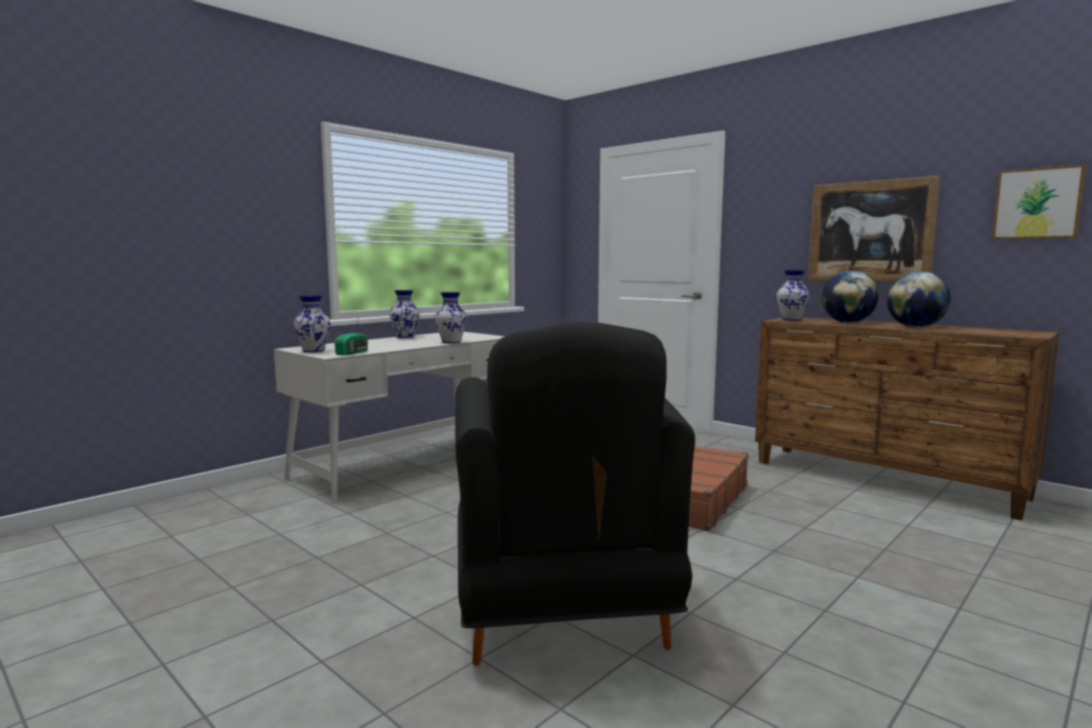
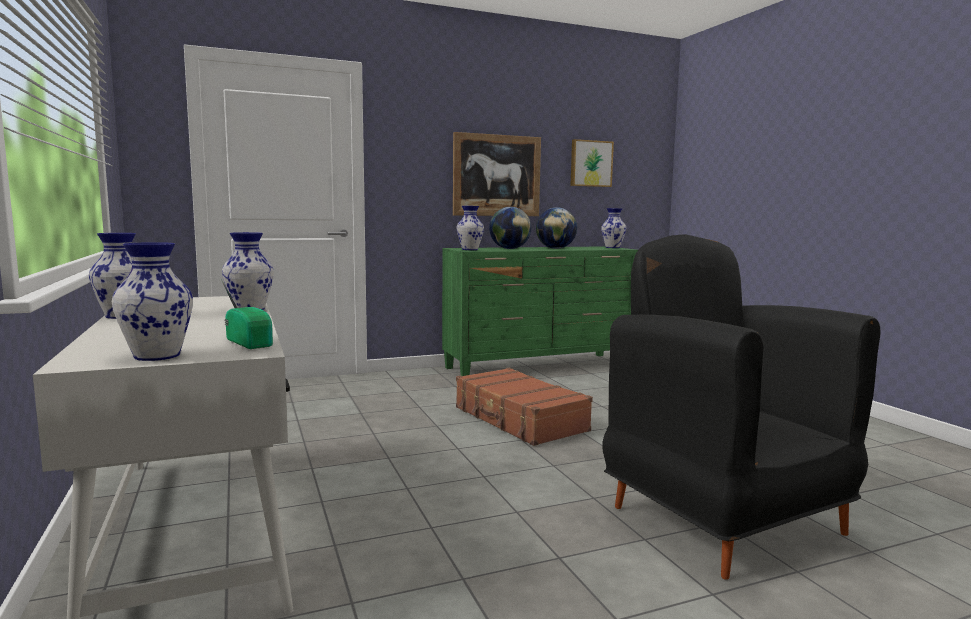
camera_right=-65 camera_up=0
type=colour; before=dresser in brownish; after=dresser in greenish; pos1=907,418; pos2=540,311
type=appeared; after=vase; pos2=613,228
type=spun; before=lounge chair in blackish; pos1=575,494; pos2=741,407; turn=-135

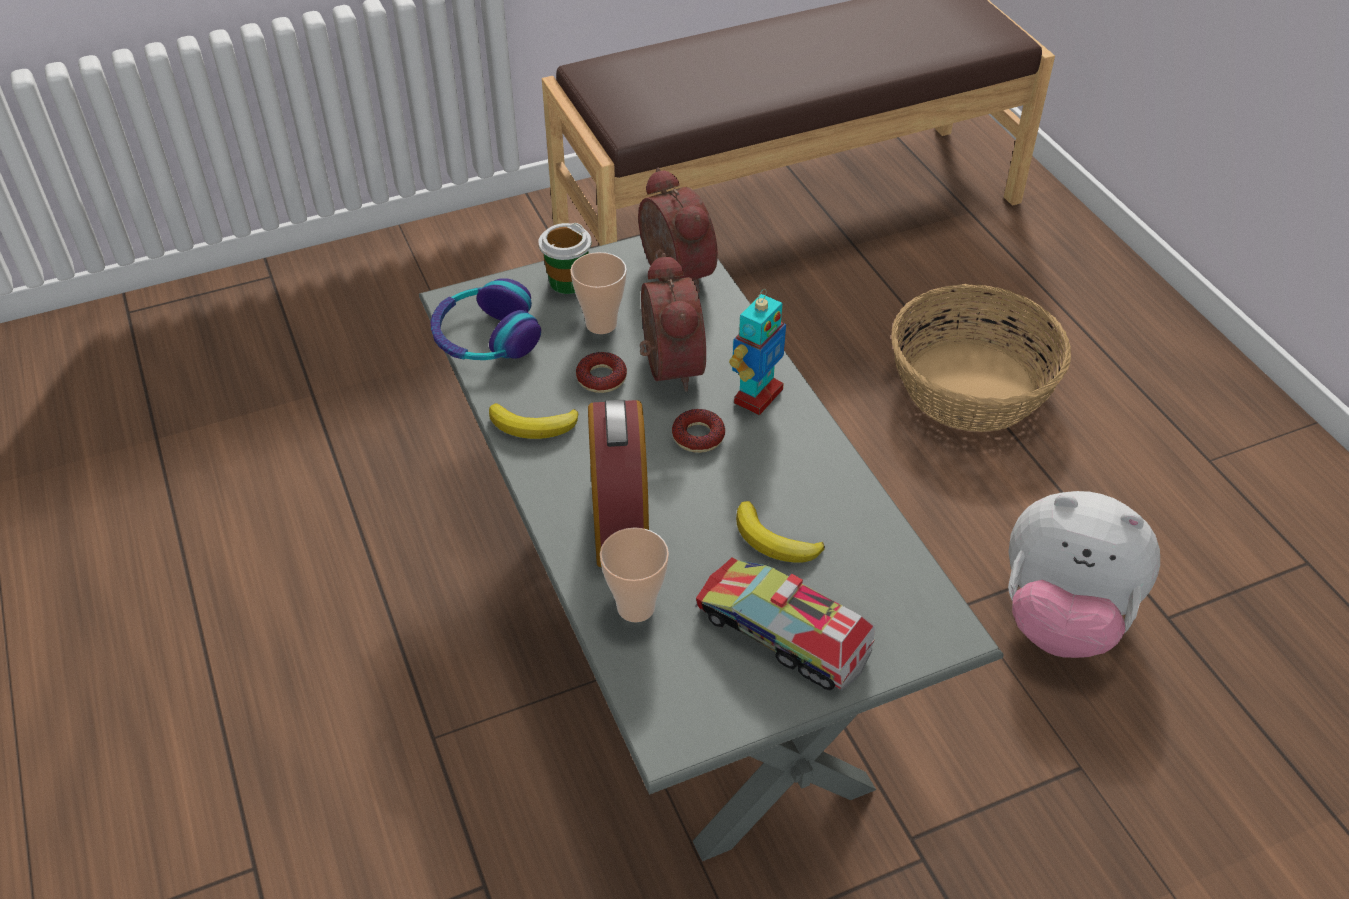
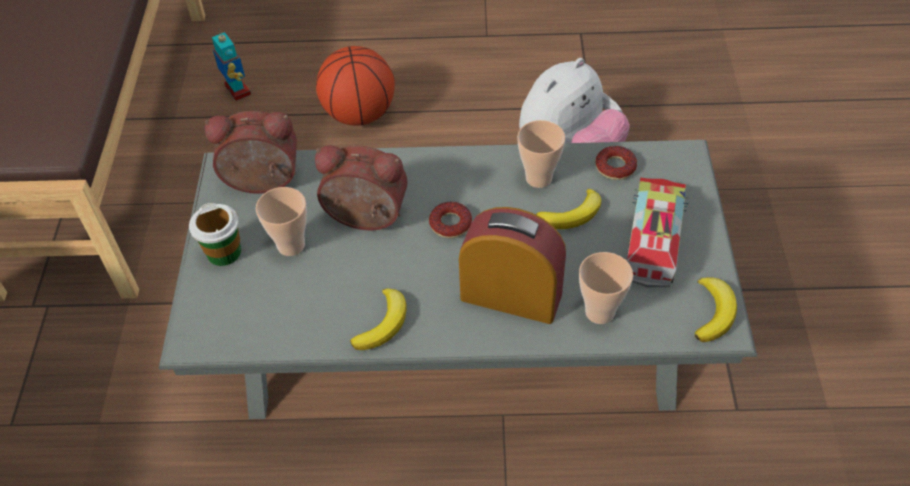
camera_right=-65 camera_up=5
type=relocated; before=toy robot; pos1=757,352; pos2=231,65
type=exchanged; before=household basket; after=basketball ball; pos1=981,358; pos2=355,86
type=appeared; after=small cup; pos2=541,154
type=relocated; before=doughnut; pos1=601,372; pos2=616,163
type=spun; before=toy truck; pos1=785,624; pos2=657,232; turn=135
type=appeared; after=whole banana; pos2=716,310
type=missing; before=headphones; pos1=485,319

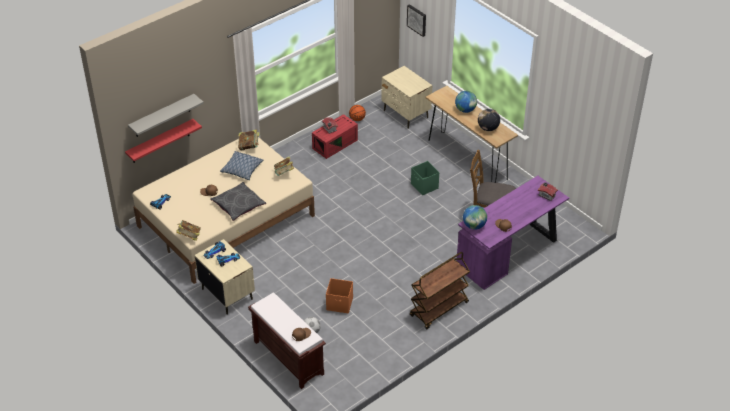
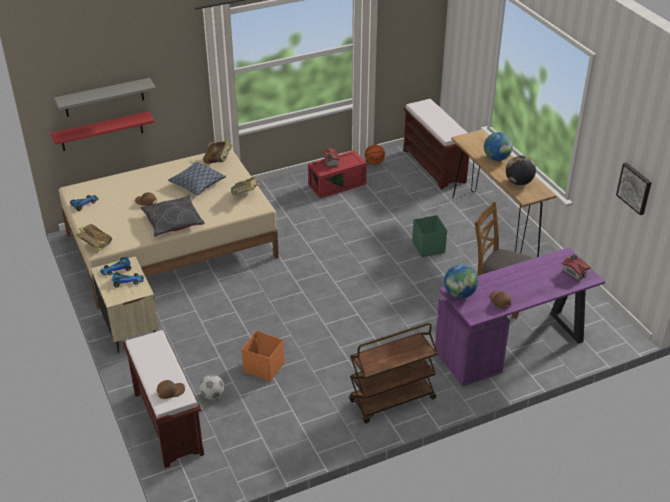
camera_right=15 camera_up=-5
type=exchanged; before=bedside table in beige; after=bench in brownish; pos1=406,97; pos2=436,144
type=relocated; before=wall art; pos1=416,20; pos2=634,189

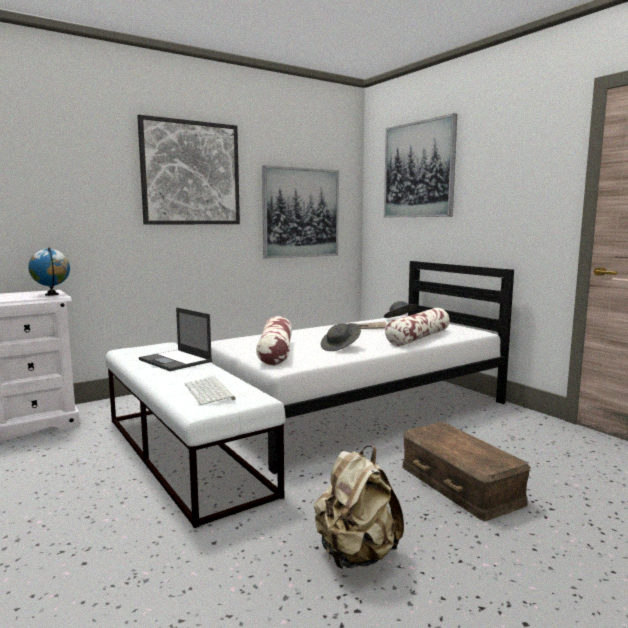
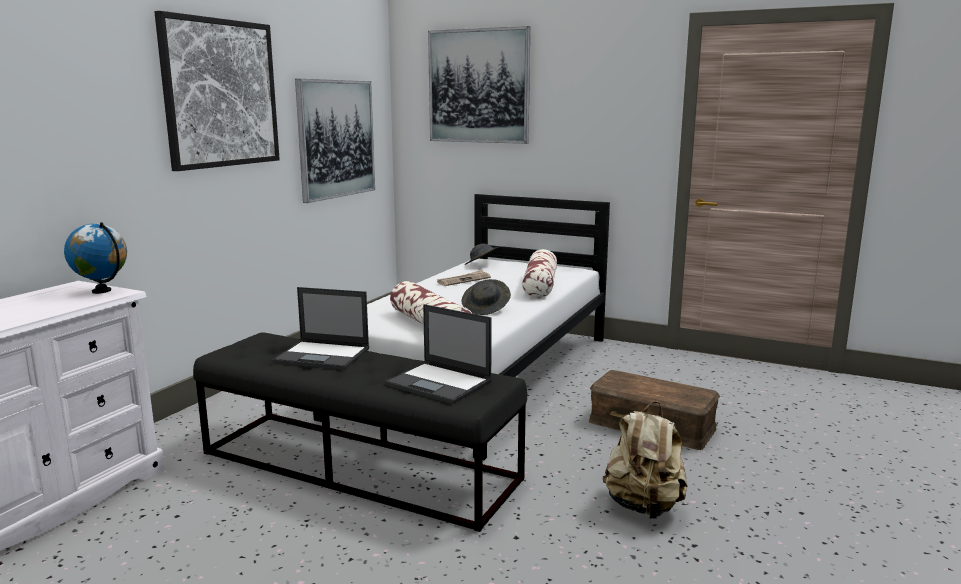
camera_right=-30 camera_up=5
type=colour; before=bench in white; after=bench in blackish; pos1=195,435; pos2=360,432
type=exchanged; before=PC keyboard; after=laptop; pos1=210,390; pos2=438,354

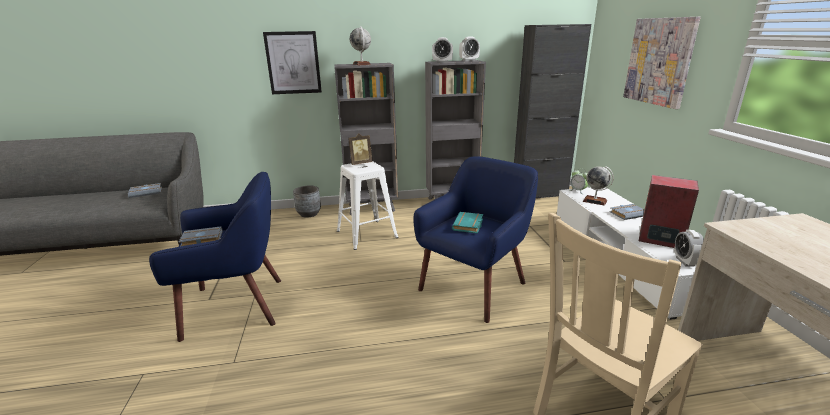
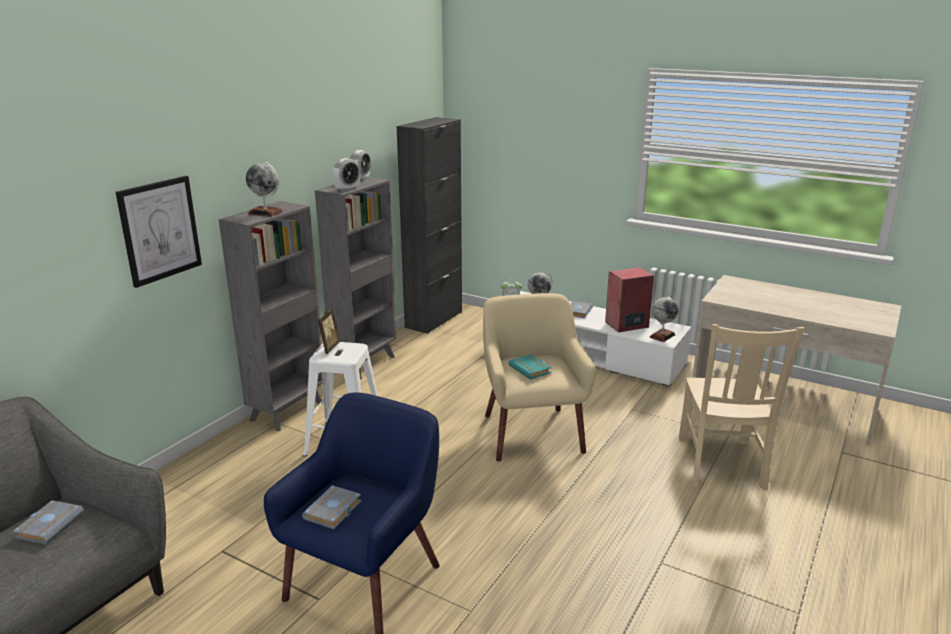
camera_right=-50 camera_up=0
type=colour; before=lounge chair in bluish; after=lounge chair in beige; pos1=475,239; pos2=539,377
type=exchanged; before=table clock; after=world globe; pos1=689,248; pos2=664,318
type=missing; before=plant pot in greyish; pos1=307,201
type=missing; before=wall art; pos1=662,63

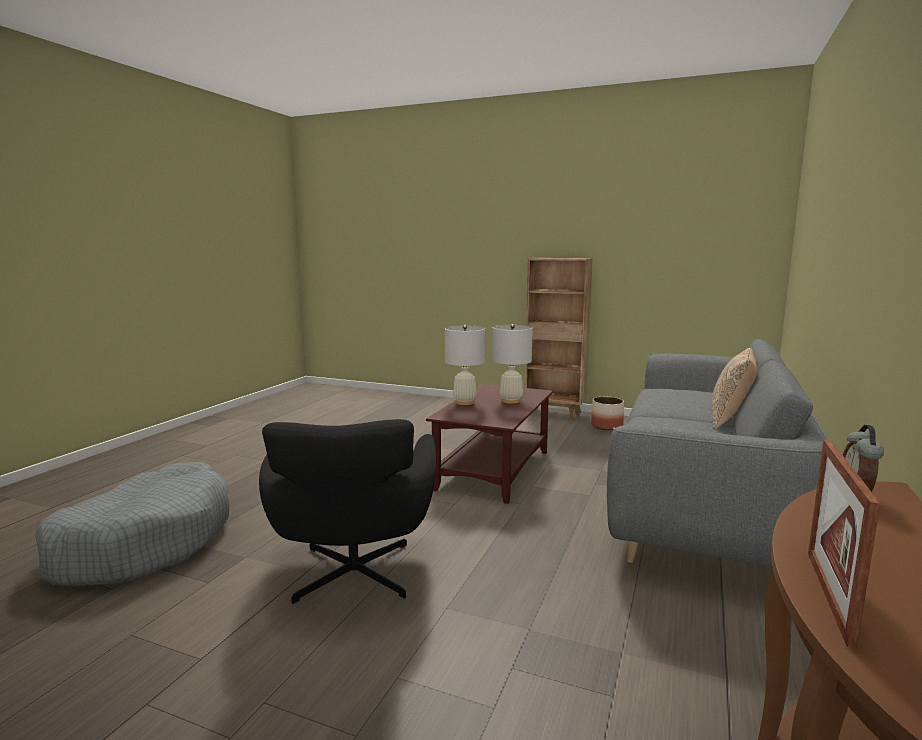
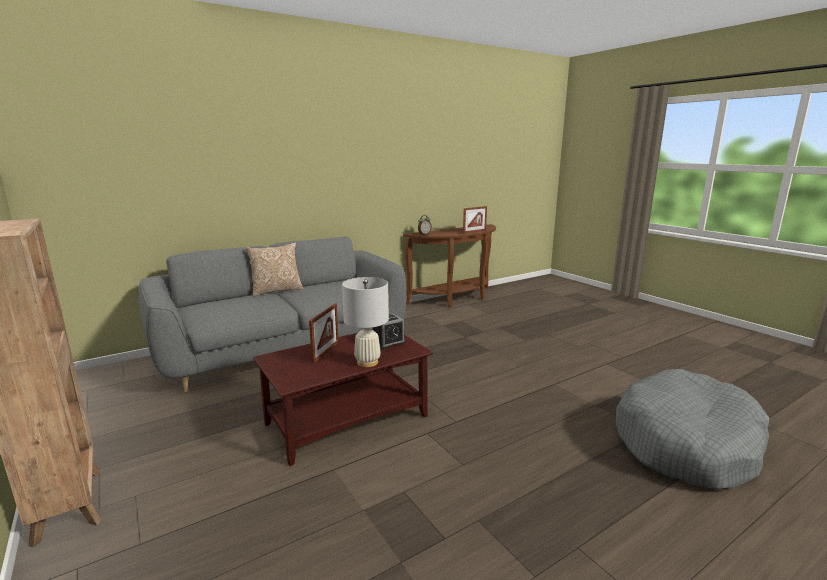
camera_right=-145 camera_up=5
type=exchanged; before=table lamp in white; after=photo frame; pos1=512,364; pos2=324,333
type=appeared; after=table clock; pos2=389,332
type=missing; before=lounge chair in blackish; pos1=347,511
type=missing; before=plant pot; pos1=607,413

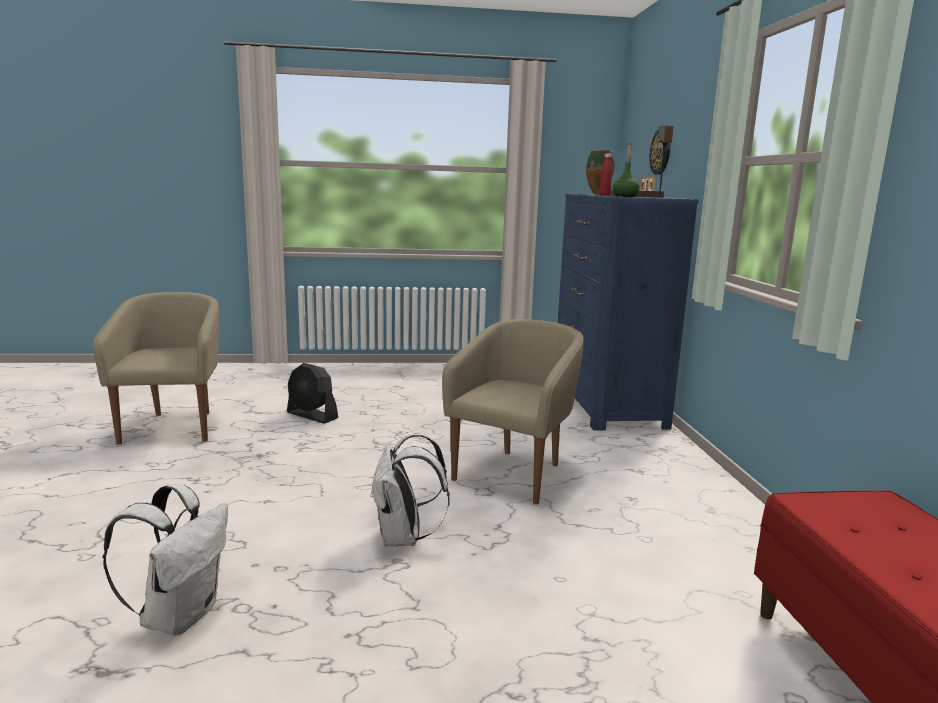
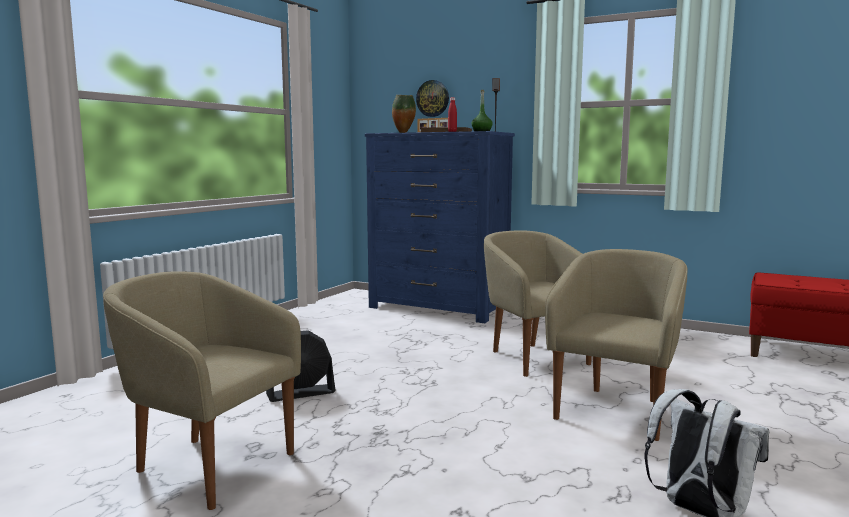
camera_right=-55 camera_up=-5
type=exchanged; before=rucksack in white; after=lounge chair in beige; pos1=410,490; pos2=616,345

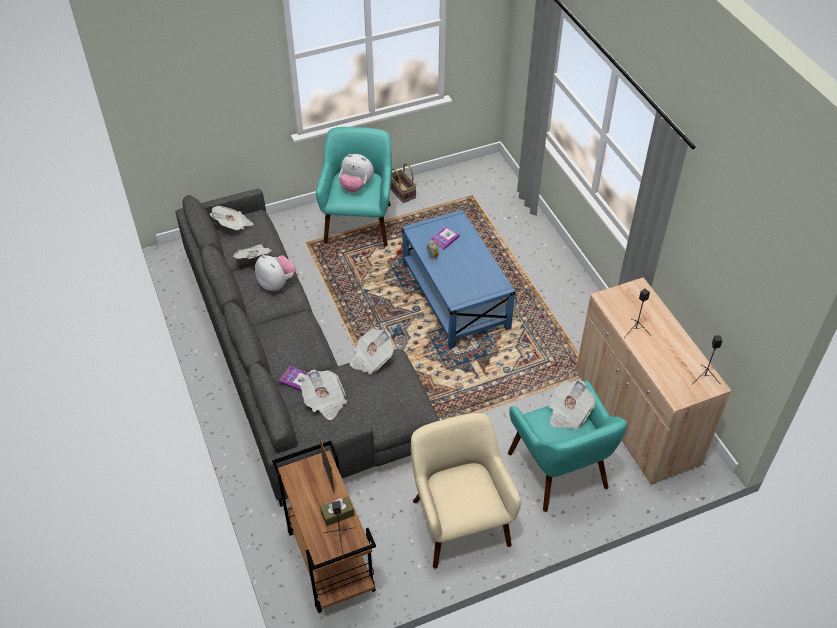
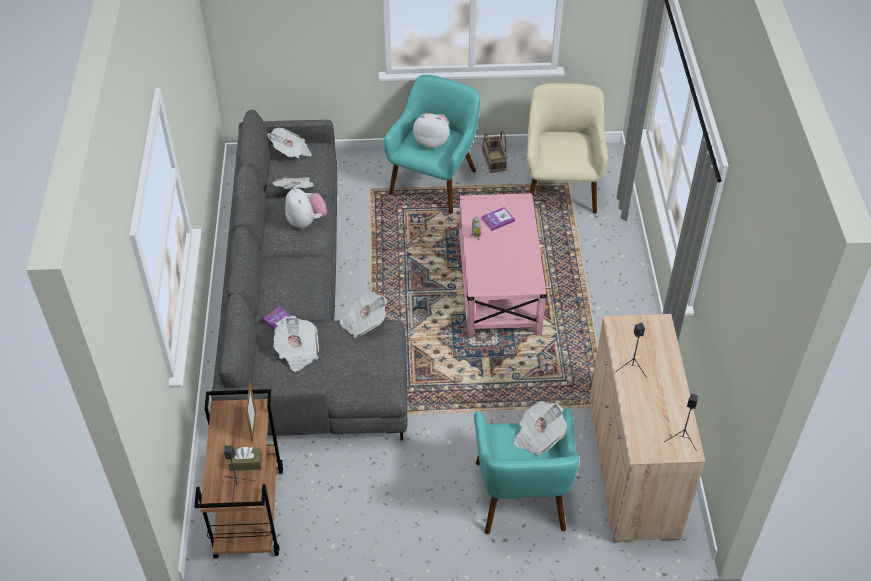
camera_right=20 camera_up=0
type=spun; before=plush toy; pos1=356,173; pos2=431,130; turn=150
type=colour; before=lounge table in bluish; after=lounge table in pink; pos1=459,279; pos2=503,265
type=relocated; before=lounge chair in beige; pos1=466,491; pos2=567,148

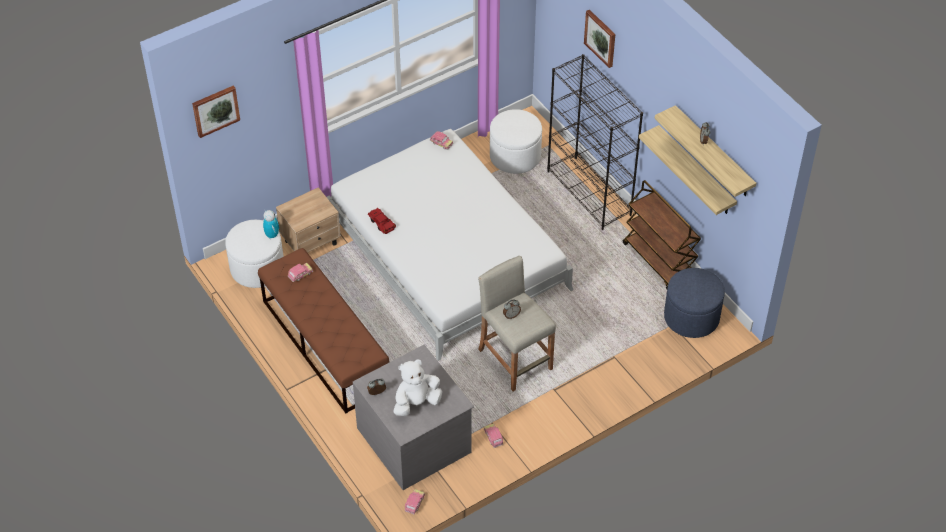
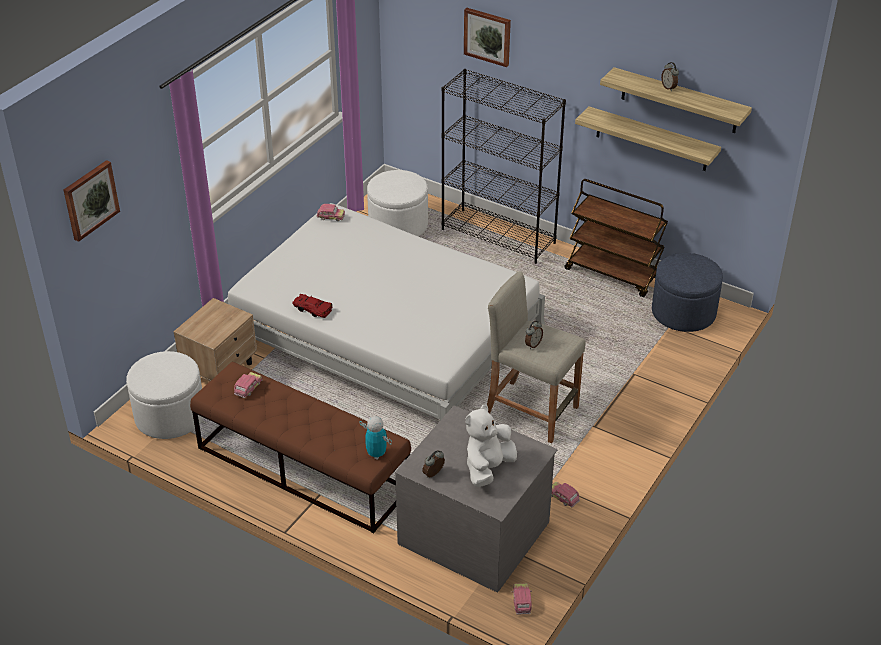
camera_right=-25 camera_up=-10
type=relocated; before=toy robot; pos1=271,224; pos2=375,438

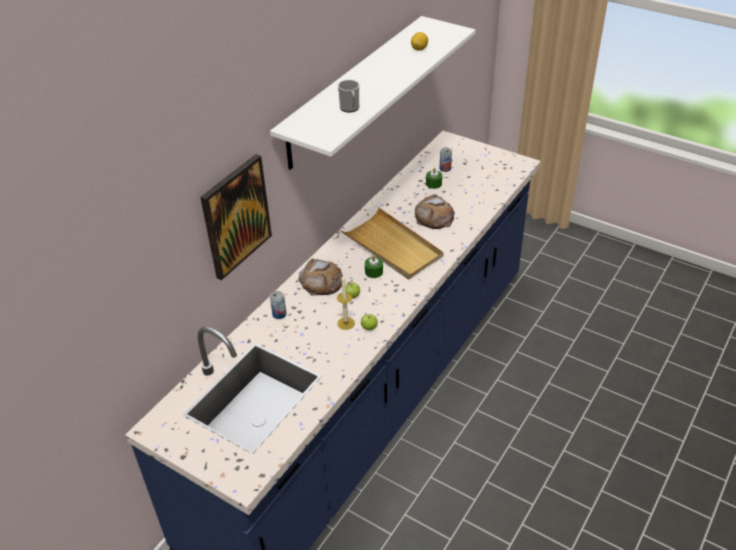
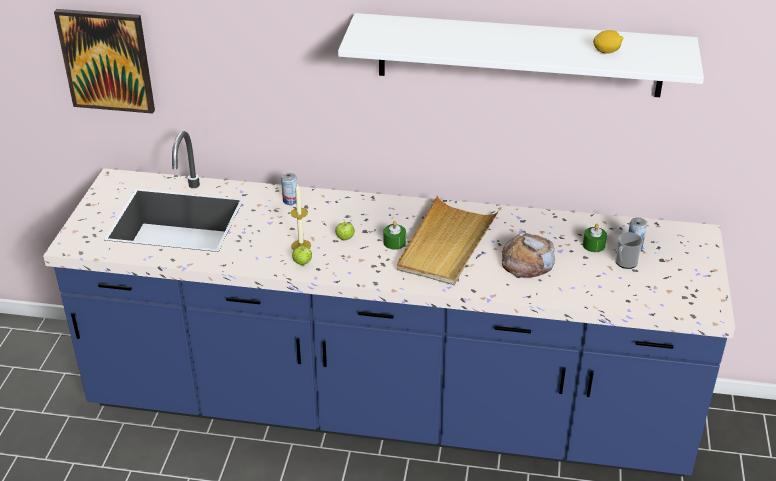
camera_right=65 camera_up=-5
type=relocated; before=wall art; pos1=236,217; pos2=104,61
type=relocated; before=mug; pos1=349,96; pos2=629,250
type=missing; before=bread; pos1=320,277

